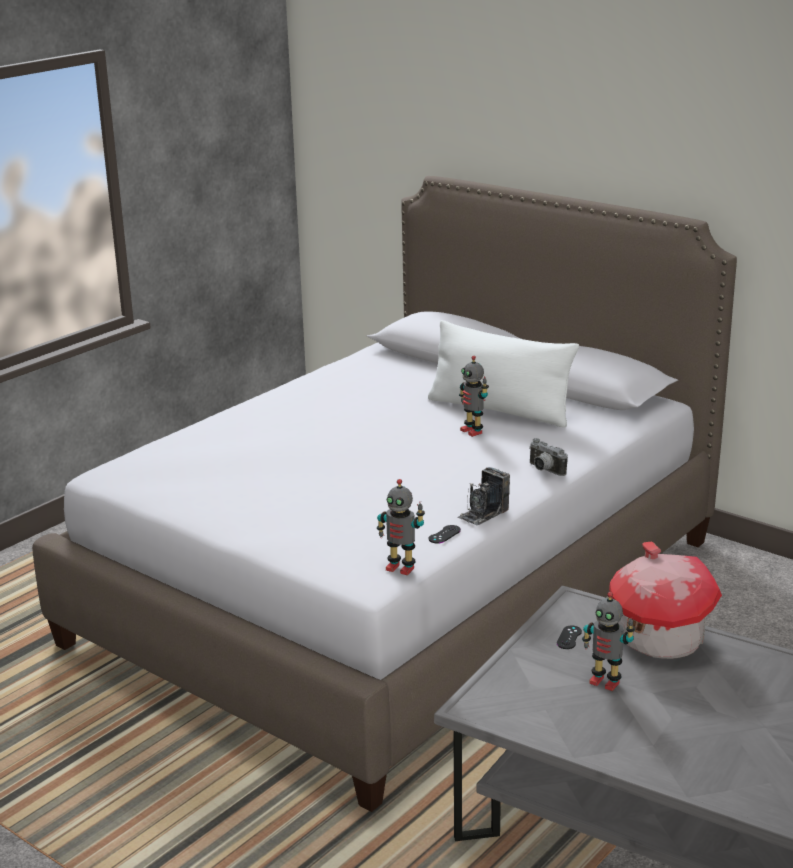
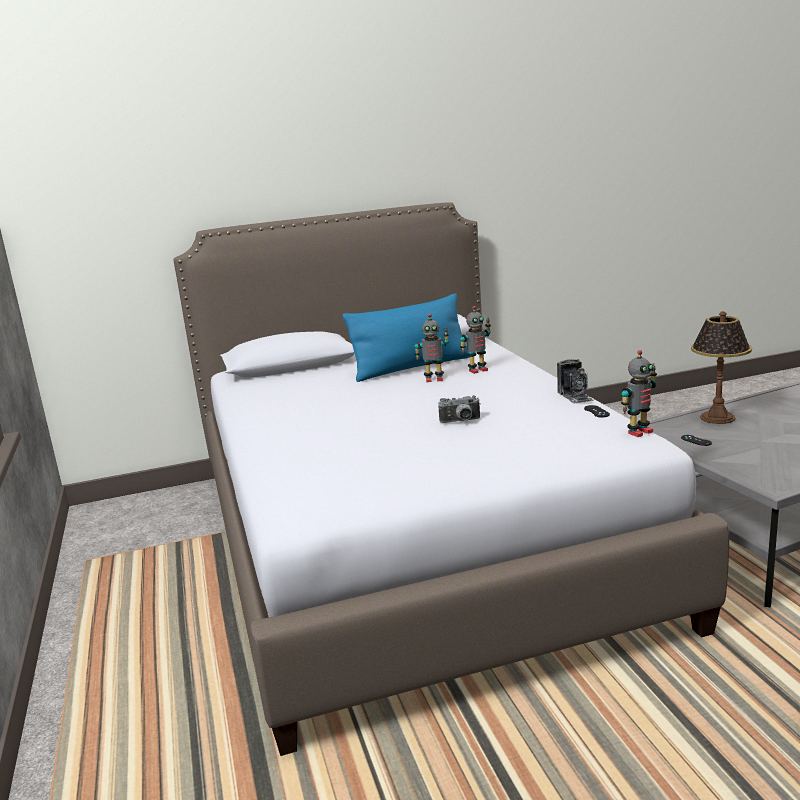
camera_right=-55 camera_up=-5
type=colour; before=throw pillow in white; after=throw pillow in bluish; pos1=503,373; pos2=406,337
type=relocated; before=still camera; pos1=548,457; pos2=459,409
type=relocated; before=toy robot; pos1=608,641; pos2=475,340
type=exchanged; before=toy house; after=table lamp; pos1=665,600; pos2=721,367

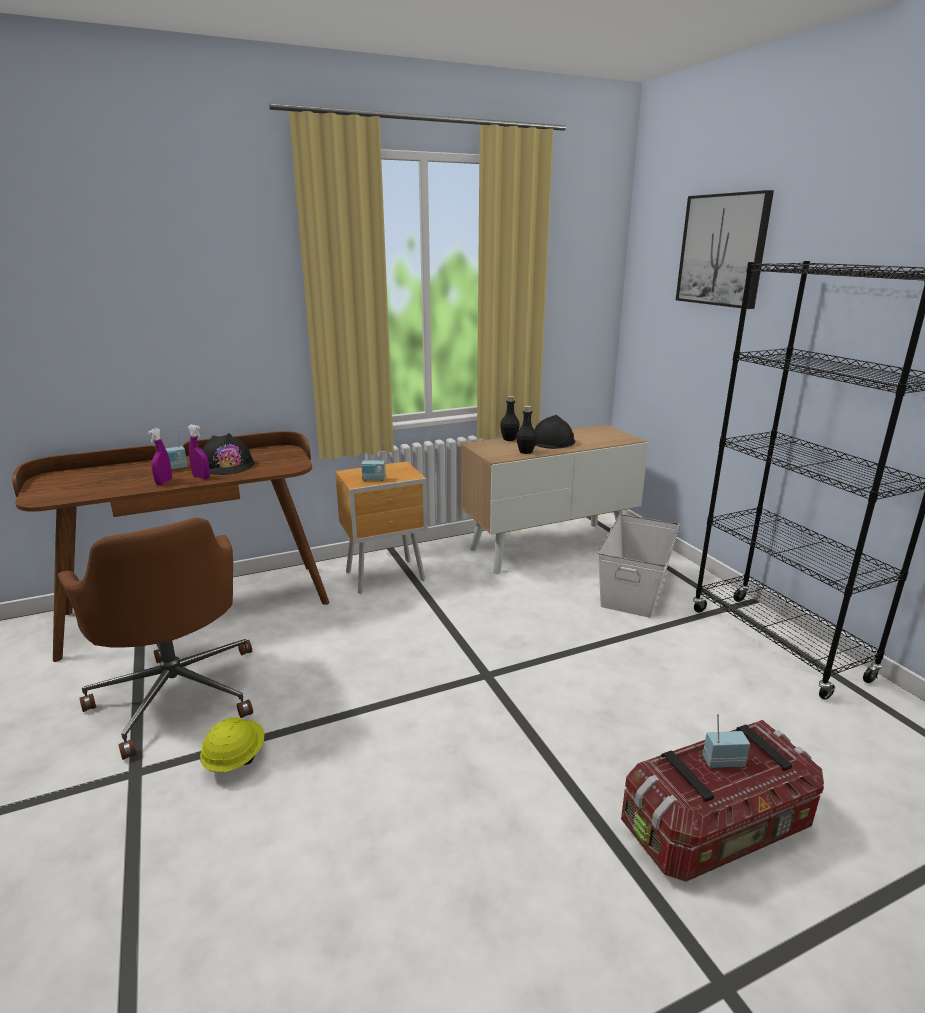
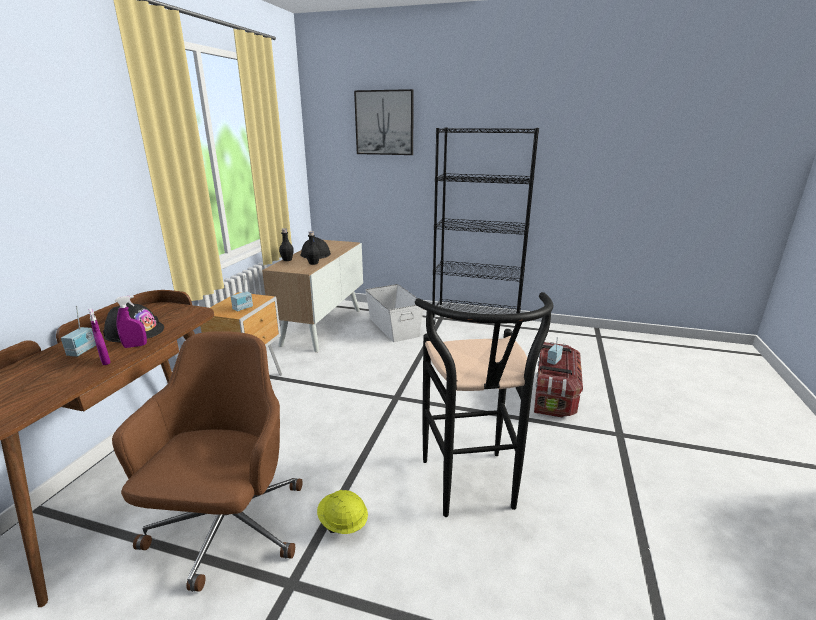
camera_right=-50 camera_up=0
type=spun; before=desk chair in brownish; pos1=155,639; pos2=207,461; turn=-90
type=appeared; after=stool in blackish; pos2=484,404

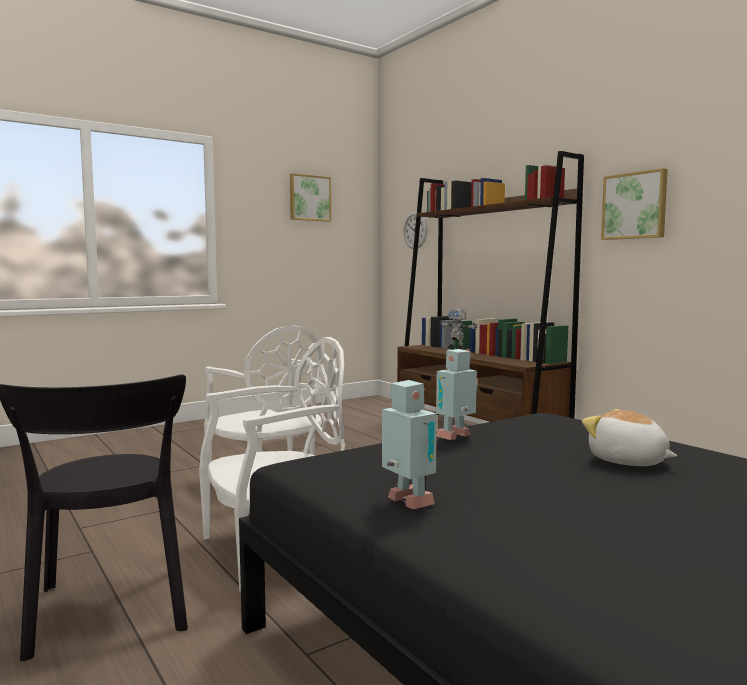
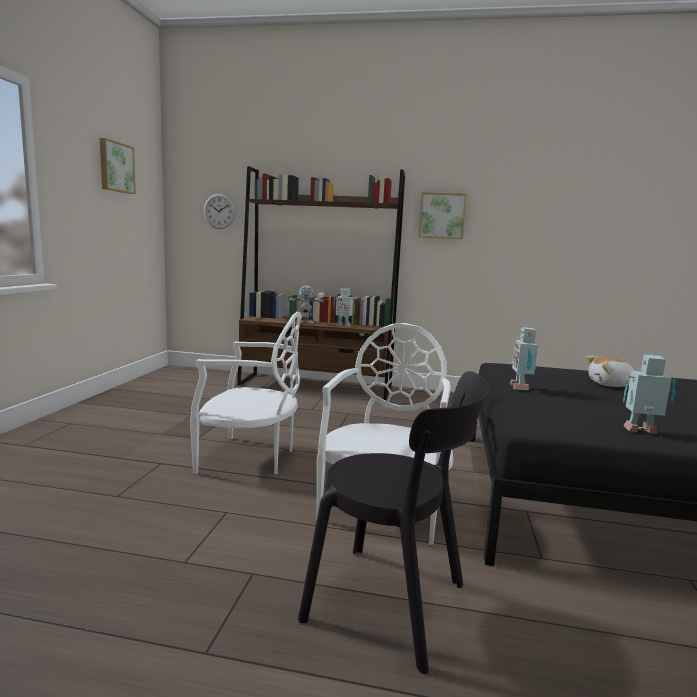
camera_right=-45 camera_up=5
type=appeared; after=toy robot; pos2=344,307

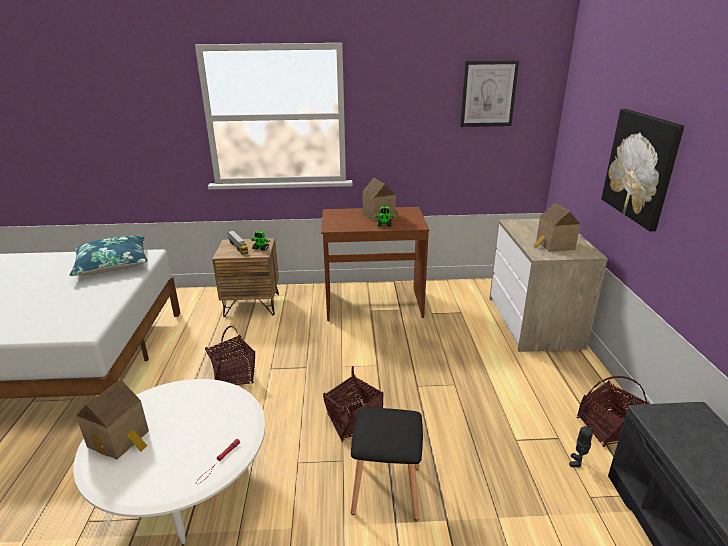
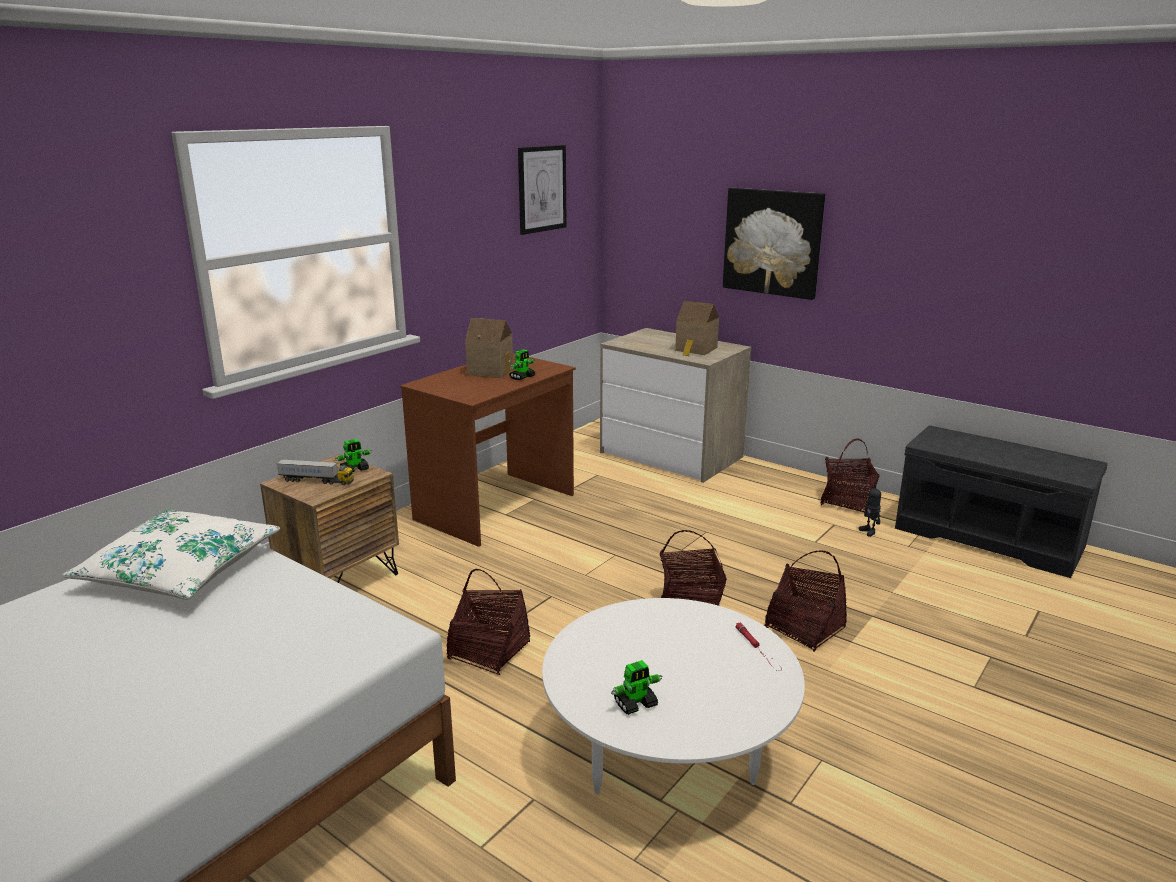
camera_right=-50 camera_up=-5
type=colour; before=throw pillow in bluish; after=throw pillow in white; pos1=109,256; pos2=171,555
type=exchanged; before=toy house; after=toy robot; pos1=112,419; pos2=636,687
type=exchanged; before=stool in blackish; after=household basket; pos1=387,464; pos2=806,601

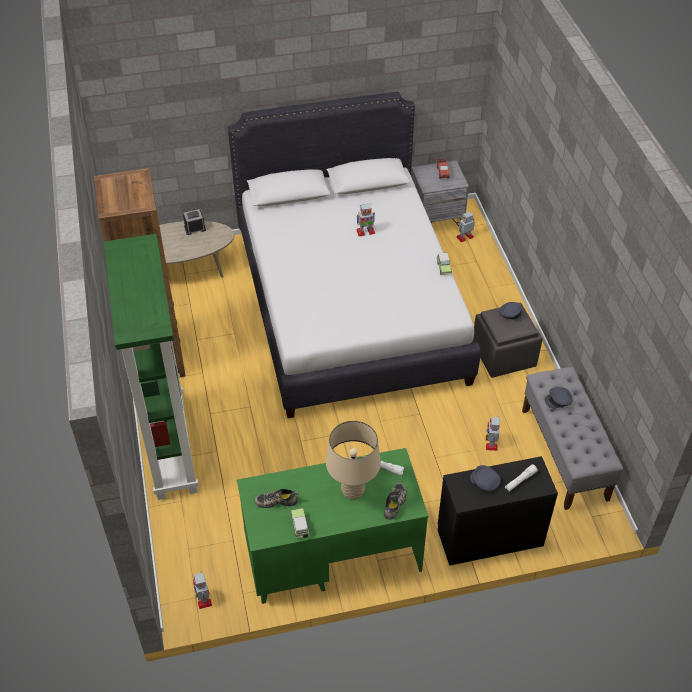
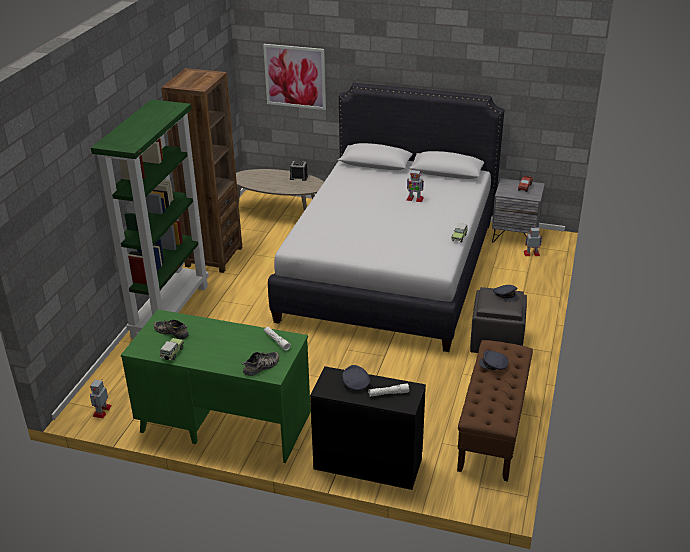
camera_right=30 camera_up=-15
type=appeared; after=wall art; pos2=294,77
type=colour; before=bench in greyish; after=bench in brownish; pos1=572,438; pos2=495,411
type=missing; before=table lamp in beige; pos1=353,460
type=missing; before=toy robot; pos1=493,433

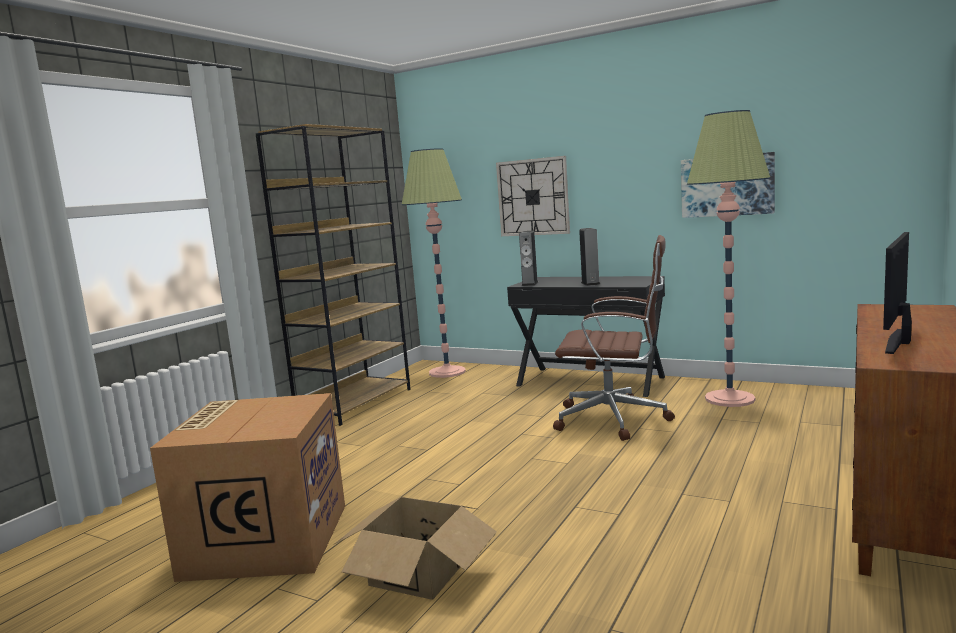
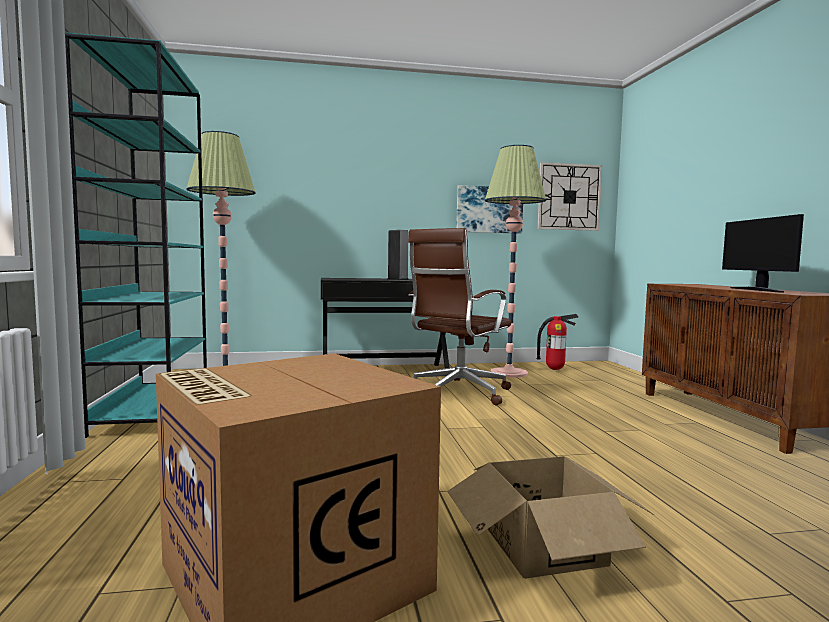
camera_right=-40 camera_up=-5
type=colour; before=bookshelf in brownish; after=bookshelf in turquoise-coloured; pos1=333,275; pos2=136,235
type=spun; before=desk chair in brownish; pos1=614,338; pos2=459,316; turn=150
type=appeared; after=fire extinguisher; pos2=557,342
type=relocated; before=clock on the wall; pos1=533,196; pos2=570,196
type=missing; before=loudspeaker; pos1=528,258

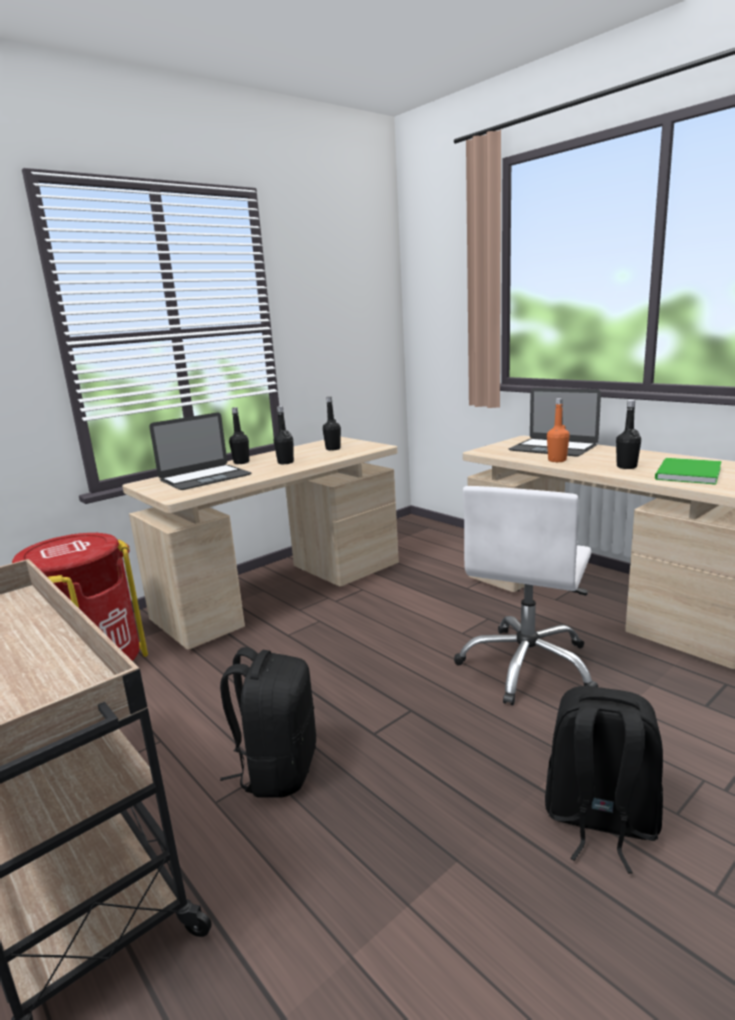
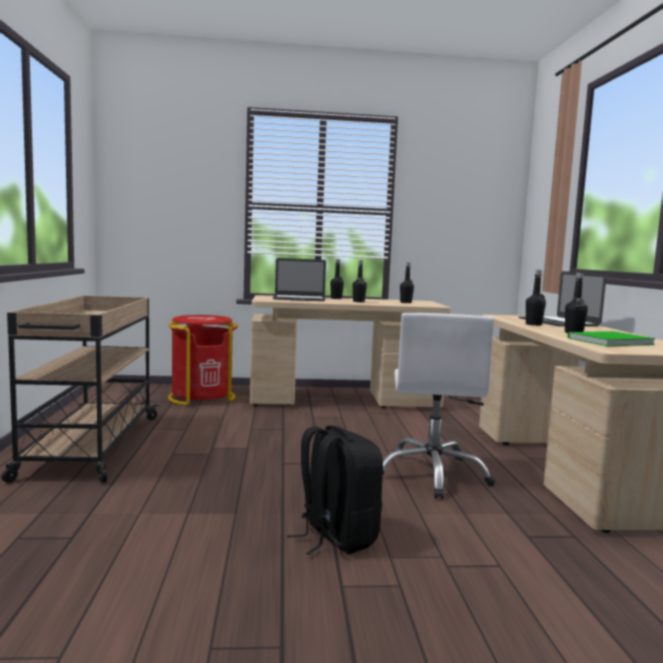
camera_right=35 camera_up=-10
type=spun; before=desk chair in white; pos1=526,595; pos2=439,406; turn=-60
type=colour; before=bottle in orangey; after=bottle in blackish; pos1=558,430; pos2=536,298
type=missing; before=rucksack in blackish; pos1=268,722

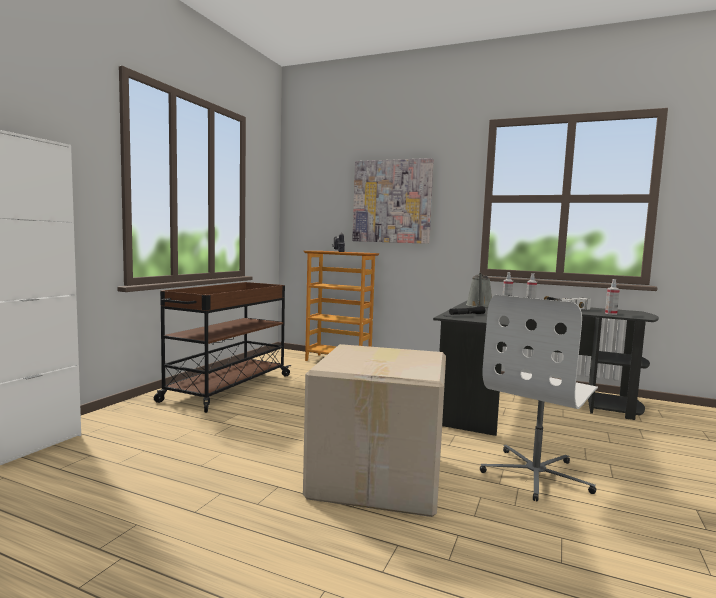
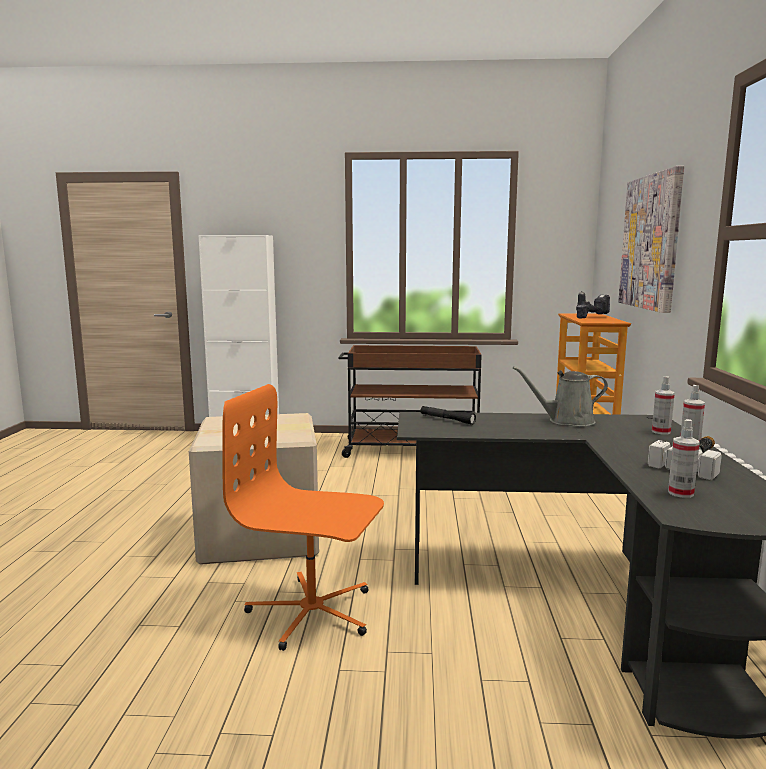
camera_right=70 camera_up=5
type=colour; before=desk chair in white; after=desk chair in orangey; pos1=539,398; pos2=303,517

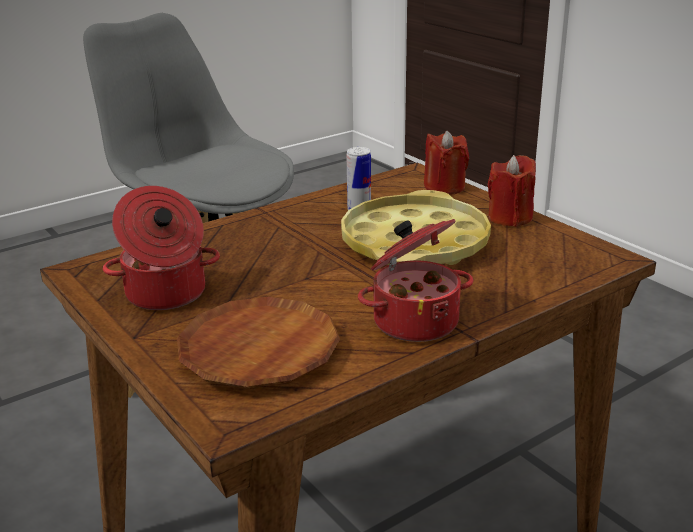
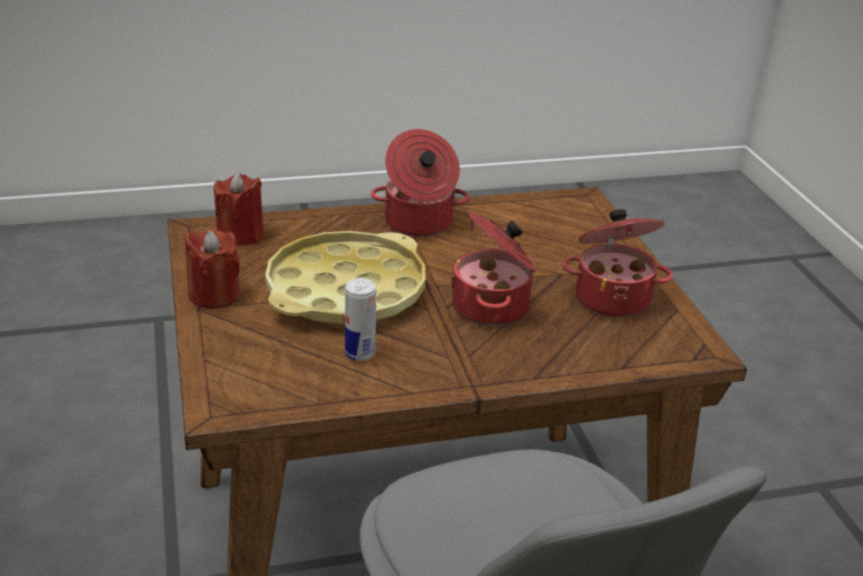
camera_right=-160 camera_up=5
type=relocated; before=wax light in red; pos1=446,163; pos2=239,209
type=appeared; after=saucepot; pos2=493,269
type=missing; before=plate in brownish; pos1=258,342

